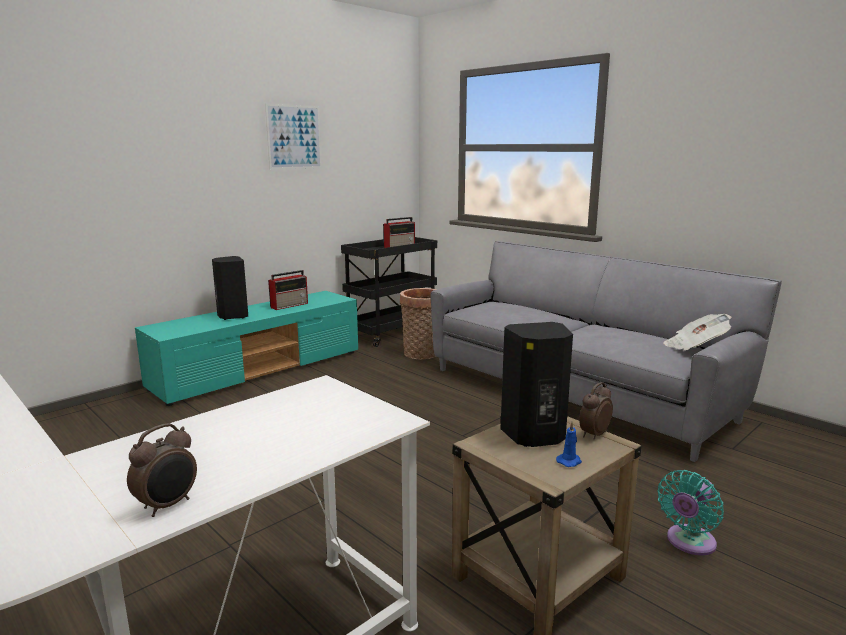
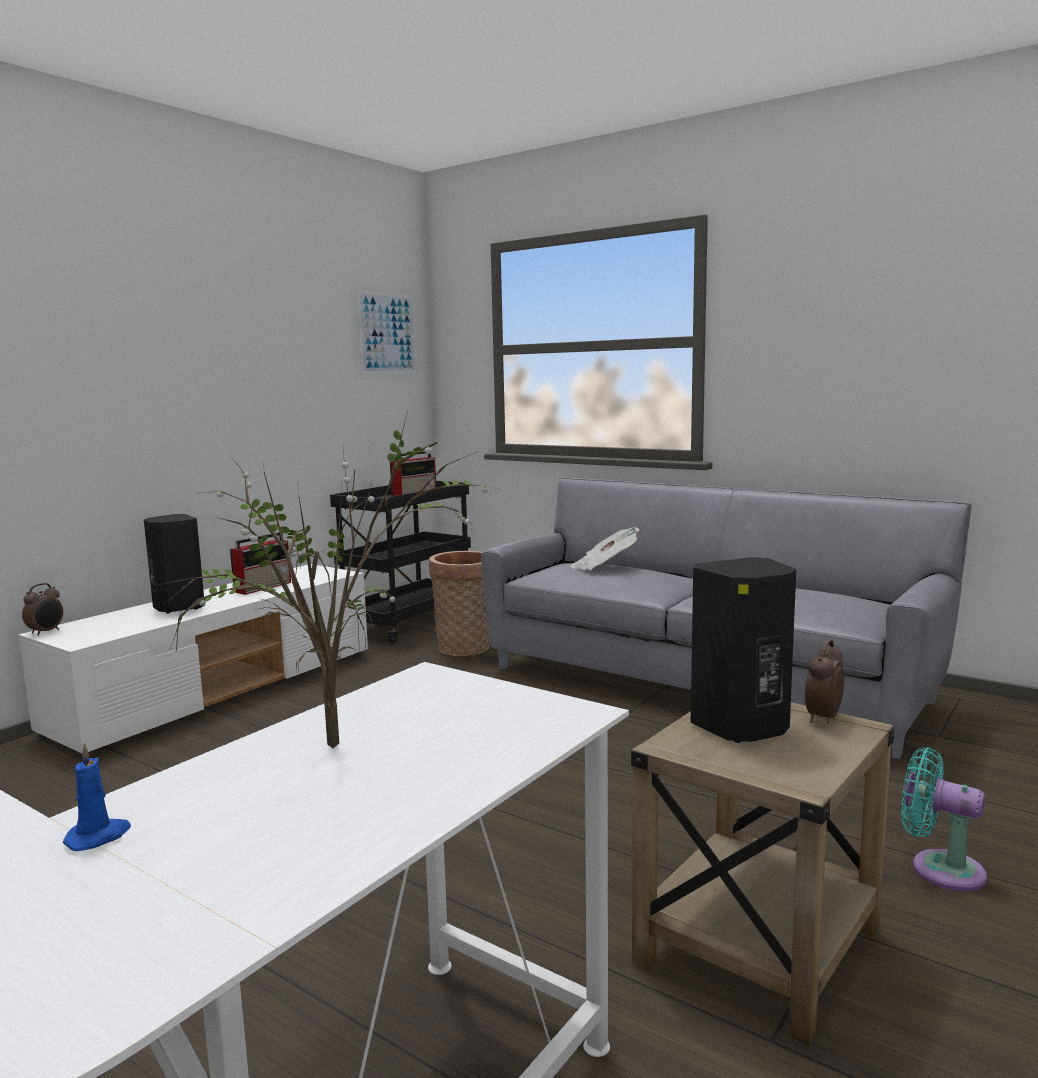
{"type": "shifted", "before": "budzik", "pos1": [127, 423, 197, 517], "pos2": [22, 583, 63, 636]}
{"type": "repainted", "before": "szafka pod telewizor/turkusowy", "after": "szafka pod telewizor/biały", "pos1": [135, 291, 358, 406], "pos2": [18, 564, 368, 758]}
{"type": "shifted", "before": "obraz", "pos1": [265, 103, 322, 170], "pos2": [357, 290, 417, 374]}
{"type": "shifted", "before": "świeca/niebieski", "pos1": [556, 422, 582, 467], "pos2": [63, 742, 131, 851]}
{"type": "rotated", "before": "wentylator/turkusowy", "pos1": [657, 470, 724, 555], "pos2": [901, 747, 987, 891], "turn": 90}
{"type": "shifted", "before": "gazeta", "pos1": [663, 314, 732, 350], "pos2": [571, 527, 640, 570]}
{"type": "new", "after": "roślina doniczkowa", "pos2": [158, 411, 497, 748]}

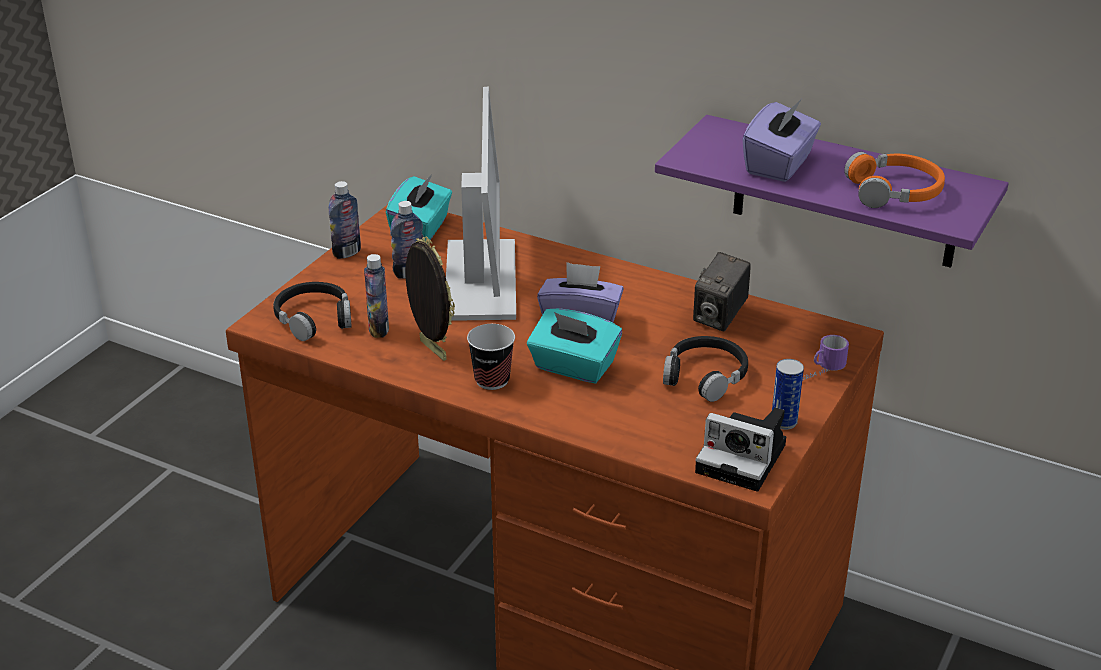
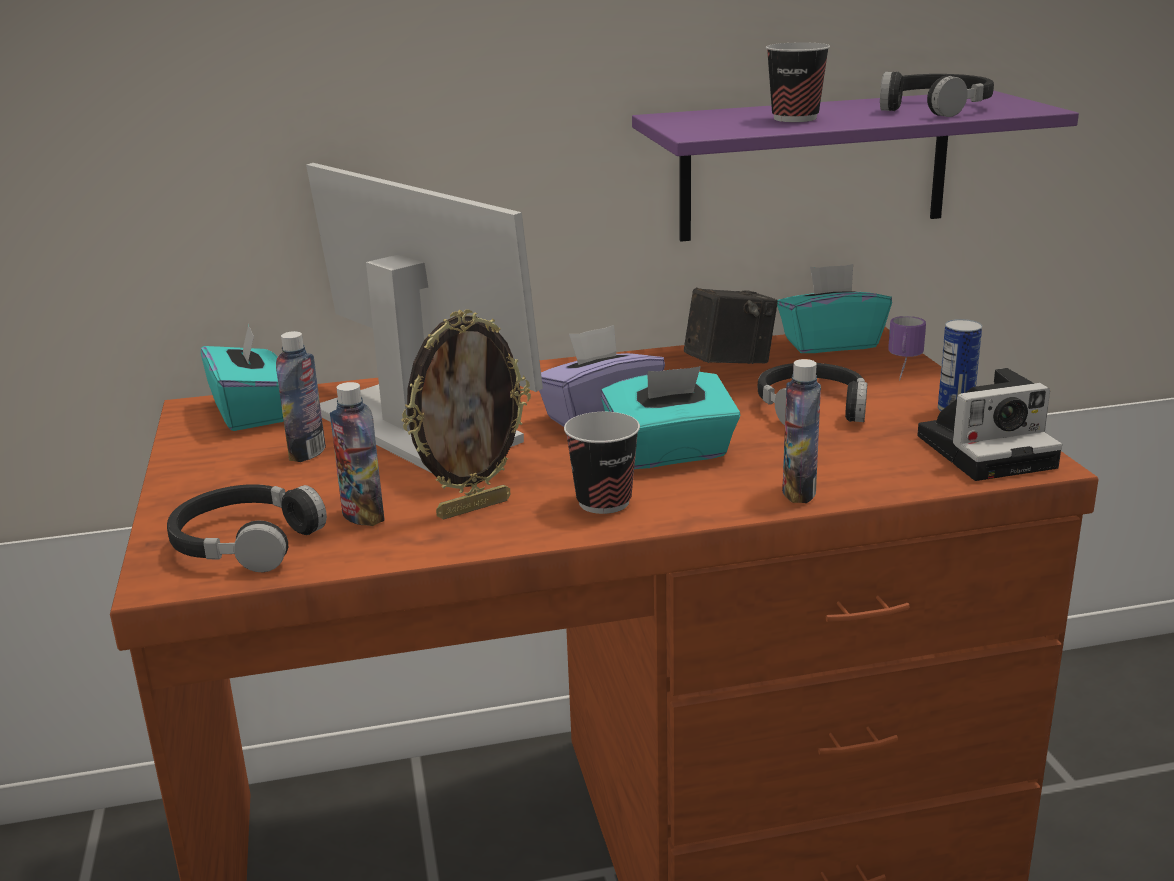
{"type": "shifted", "before": "butelka", "pos1": [329, 181, 361, 259], "pos2": [782, 359, 821, 503]}
{"type": "rotated", "before": "ramka na zdjęcie", "pos1": [406, 236, 455, 361], "pos2": [401, 309, 531, 520], "turn": 135}
{"type": "rotated", "before": "aparat fotograficzny", "pos1": [693, 252, 751, 331], "pos2": [684, 288, 778, 364], "turn": -105}
{"type": "swapped", "before": "pudełko chusteczek/fioletowy", "after": "filiżanka", "pos1": [742, 99, 821, 182], "pos2": [766, 42, 830, 122]}
{"type": "repainted", "before": "słuchawki/pomarańczowy", "after": "słuchawki/czarny", "pos1": [844, 152, 945, 208], "pos2": [880, 72, 994, 117]}
{"type": "new", "after": "pudełko chusteczek/turkusowy", "pos2": [777, 264, 892, 353]}

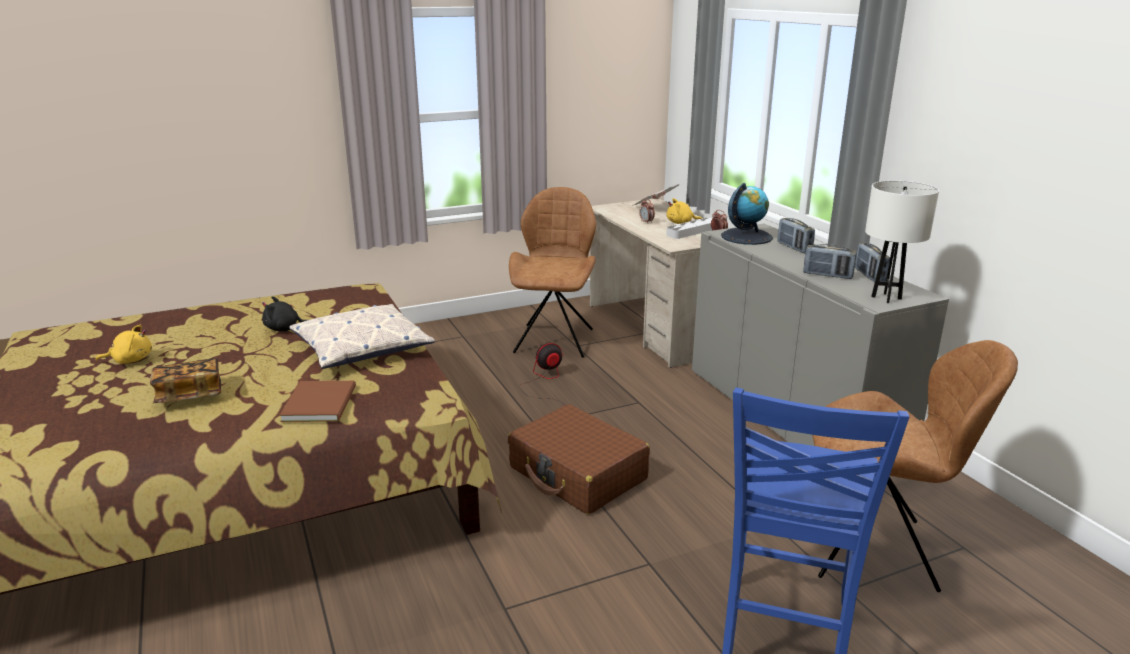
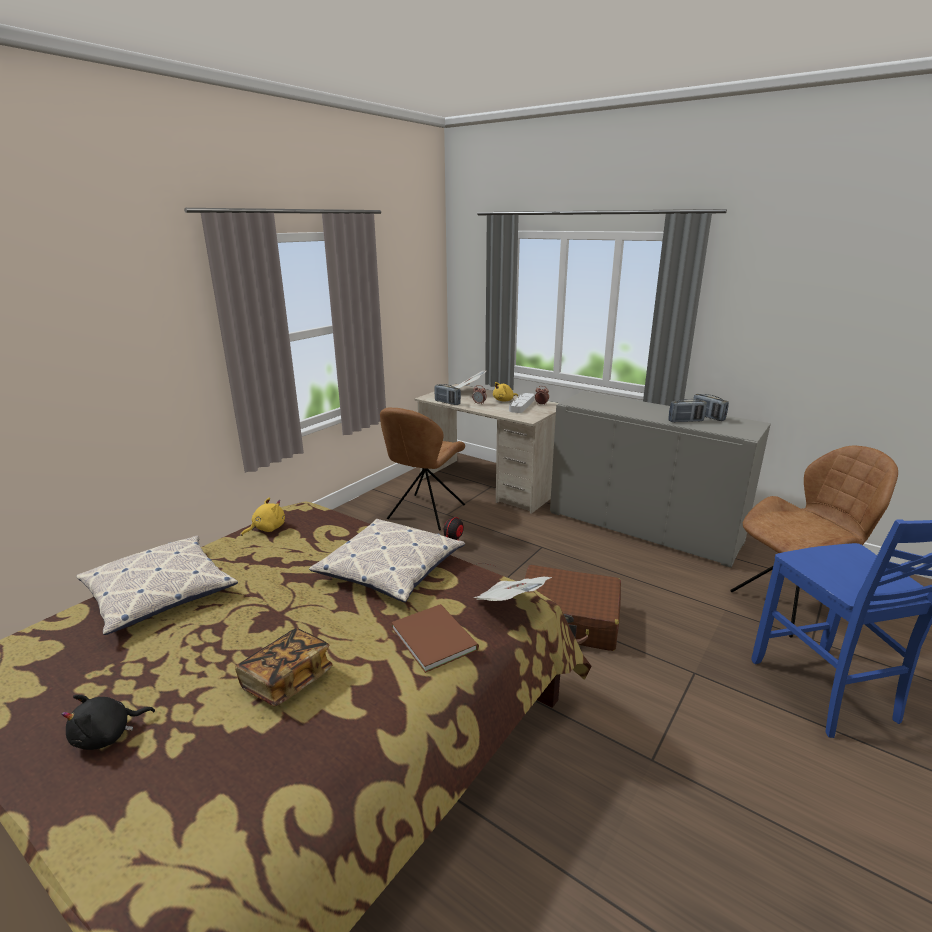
{"type": "shifted", "before": "pluszak/żółty", "pos1": [95, 325, 152, 364], "pos2": [241, 497, 285, 536]}
{"type": "shifted", "before": "pluszak/czarny", "pos1": [262, 296, 307, 331], "pos2": [61, 695, 155, 750]}
{"type": "rotated", "before": "krzesło/brązowy", "pos1": [509, 187, 596, 358], "pos2": [380, 407, 465, 531], "turn": -135}
{"type": "gone", "before": "globus", "pos1": [721, 183, 773, 245]}
{"type": "shifted", "before": "radio", "pos1": [777, 218, 815, 253], "pos2": [434, 384, 461, 405]}
{"type": "gone", "before": "lampa stołowa/biały", "pos1": [865, 180, 939, 303]}
{"type": "new", "after": "poduszka", "pos2": [76, 536, 238, 635]}
{"type": "new", "after": "gazeta", "pos2": [474, 577, 552, 601]}

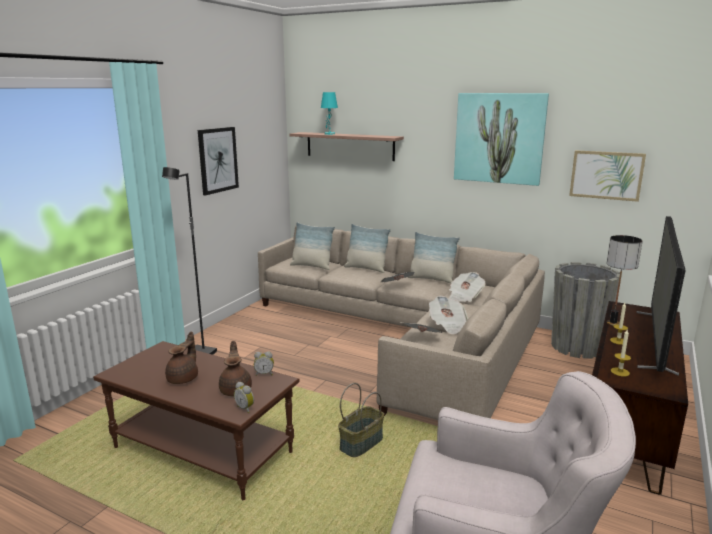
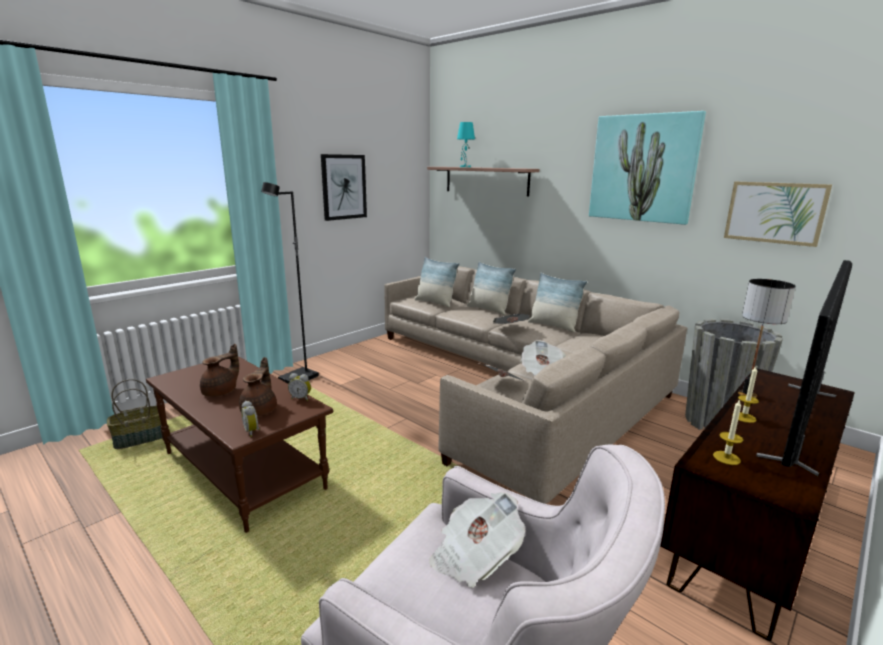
{"type": "shifted", "before": "koszyk", "pos1": [338, 383, 384, 457], "pos2": [107, 379, 162, 449]}
{"type": "shifted", "before": "gazeta", "pos1": [449, 272, 486, 302], "pos2": [429, 492, 525, 588]}

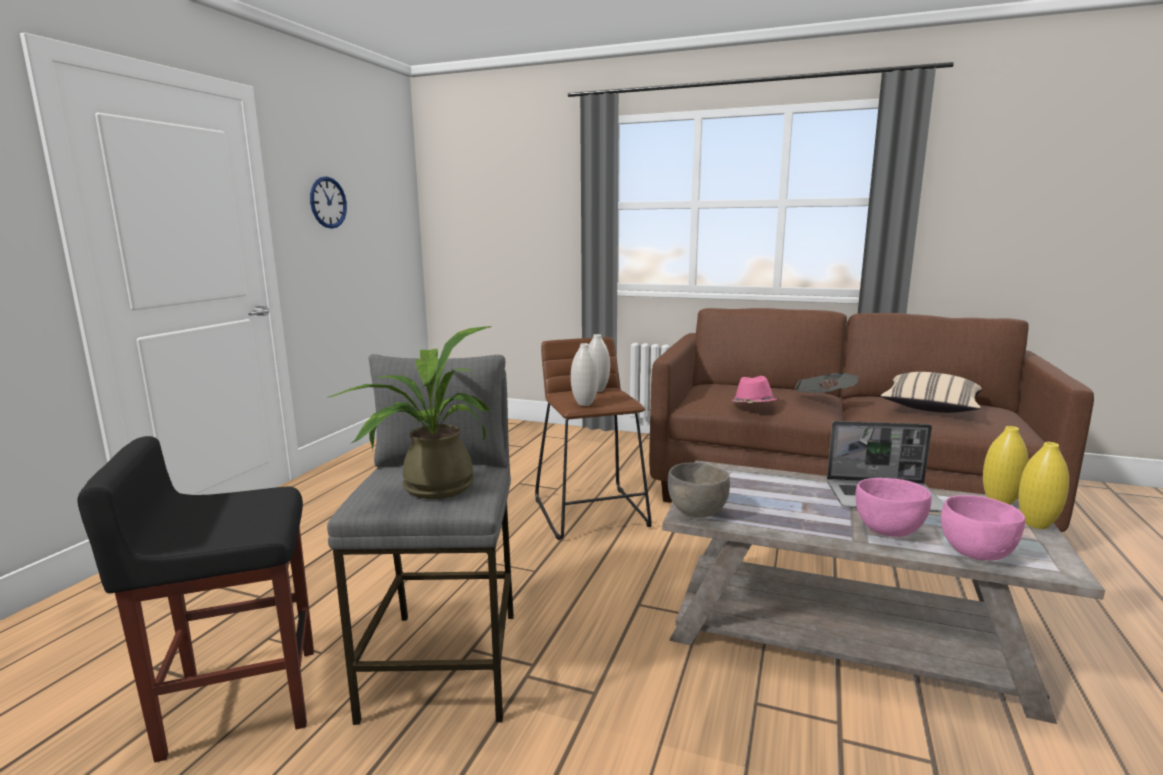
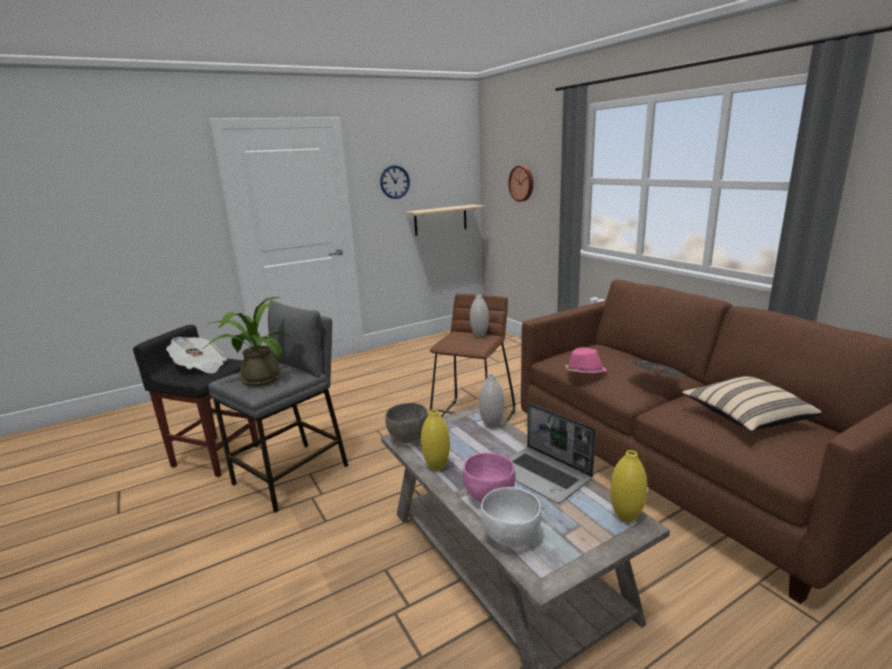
{"type": "shifted", "before": "wazon/biały", "pos1": [571, 343, 599, 406], "pos2": [479, 374, 504, 428]}
{"type": "repainted", "before": "miska/różowy", "after": "miska/biały", "pos1": [941, 495, 1025, 561], "pos2": [480, 487, 542, 548]}
{"type": "shifted", "before": "wazon/żółty", "pos1": [1018, 442, 1069, 529], "pos2": [421, 409, 450, 471]}
{"type": "new", "after": "gazeta", "pos2": [166, 337, 227, 373]}
{"type": "new", "after": "półka/beżowy", "pos2": [406, 204, 485, 236]}
{"type": "new", "after": "zegar ścienny", "pos2": [508, 166, 533, 202]}

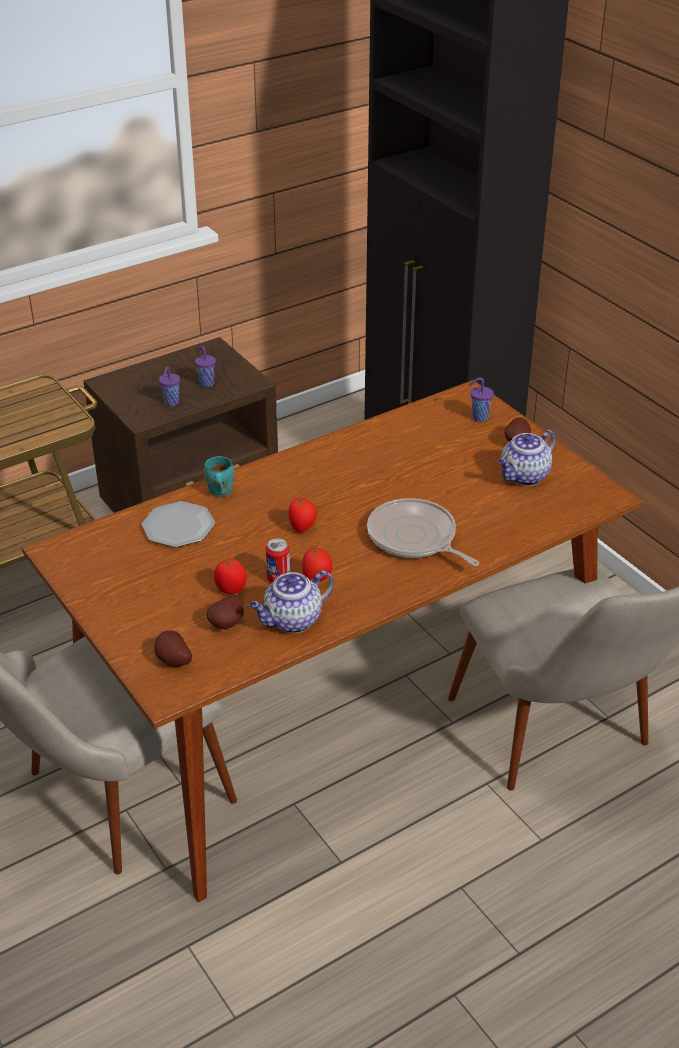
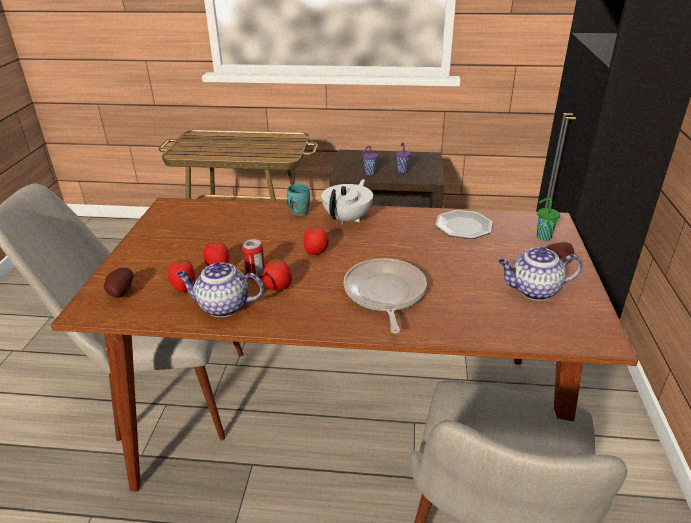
{"type": "shifted", "before": "talerz", "pos1": [141, 501, 215, 547], "pos2": [435, 210, 493, 239]}
{"type": "swapped", "before": "ziemniak", "after": "pomidor", "pos1": [207, 595, 244, 629], "pos2": [168, 259, 196, 292]}
{"type": "repainted", "before": "filiżanka/fioletowy", "after": "filiżanka/zielony", "pos1": [469, 378, 494, 422], "pos2": [537, 198, 560, 241]}
{"type": "new", "after": "imbryk/biały", "pos2": [321, 179, 373, 225]}

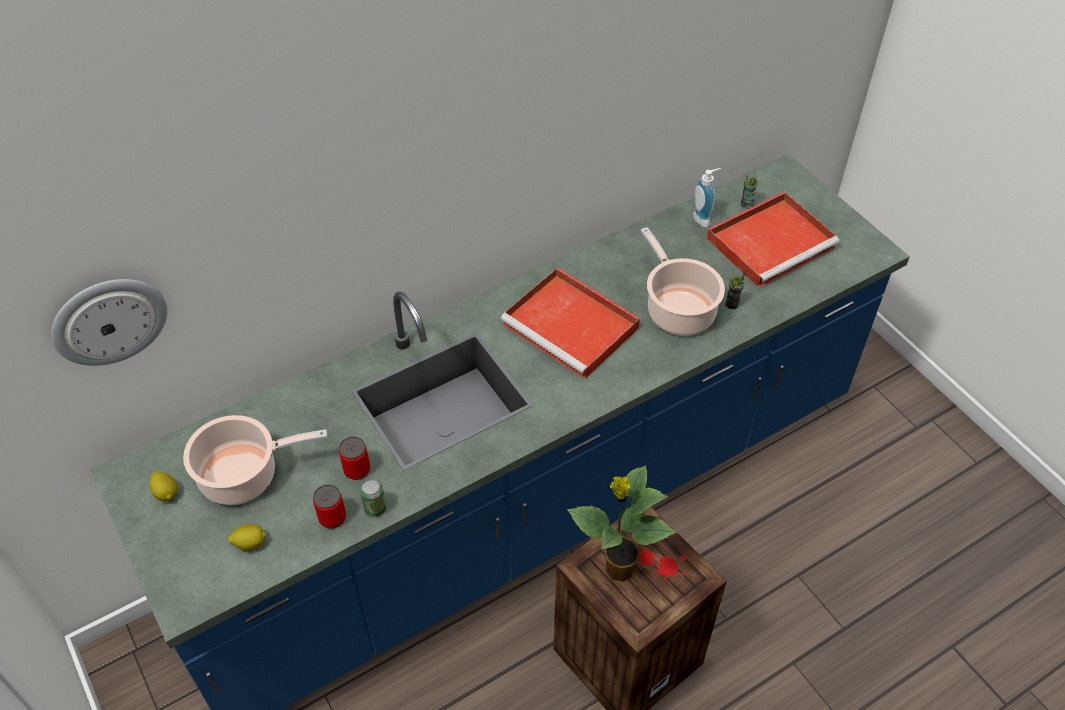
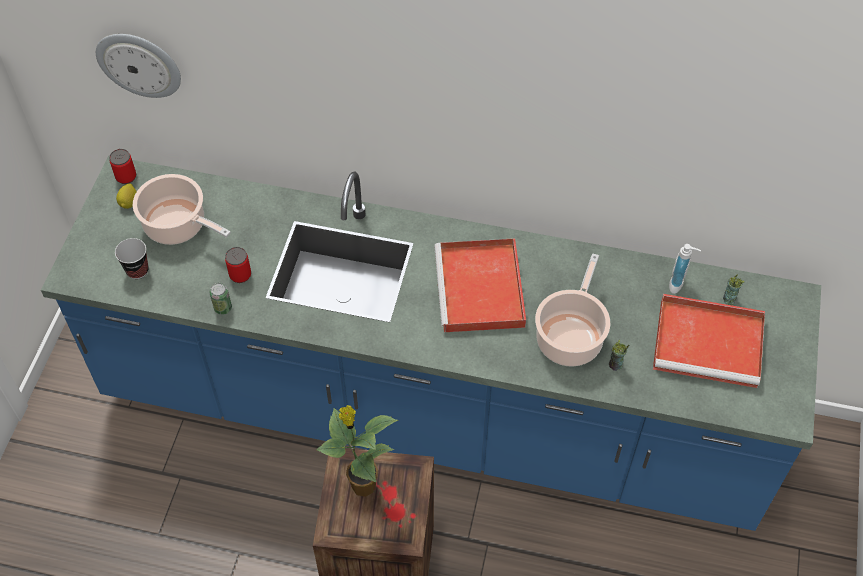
{"type": "swapped", "before": "cytryna", "after": "filiżanka", "pos1": [228, 524, 267, 551], "pos2": [115, 238, 149, 279]}
{"type": "shifted", "before": "puszka", "pos1": [313, 485, 346, 529], "pos2": [109, 149, 136, 184]}

